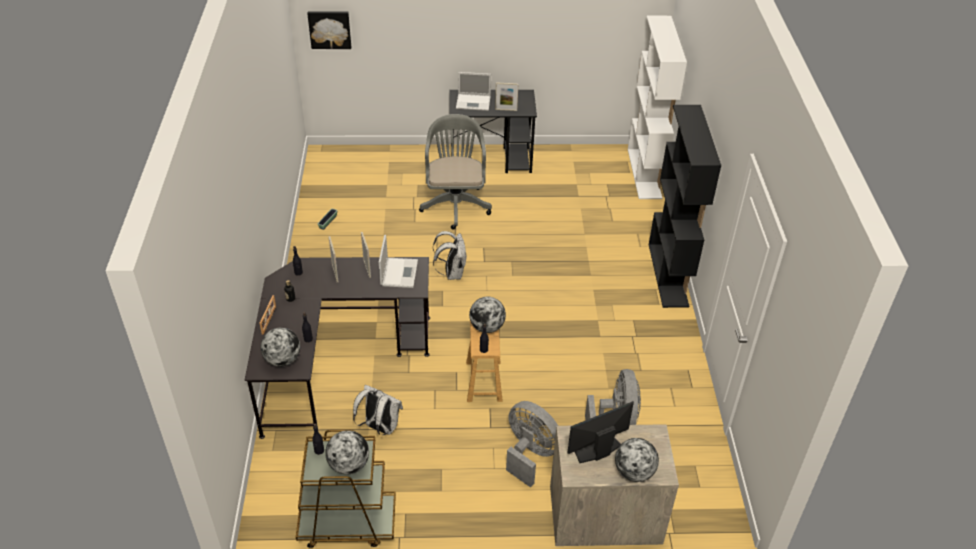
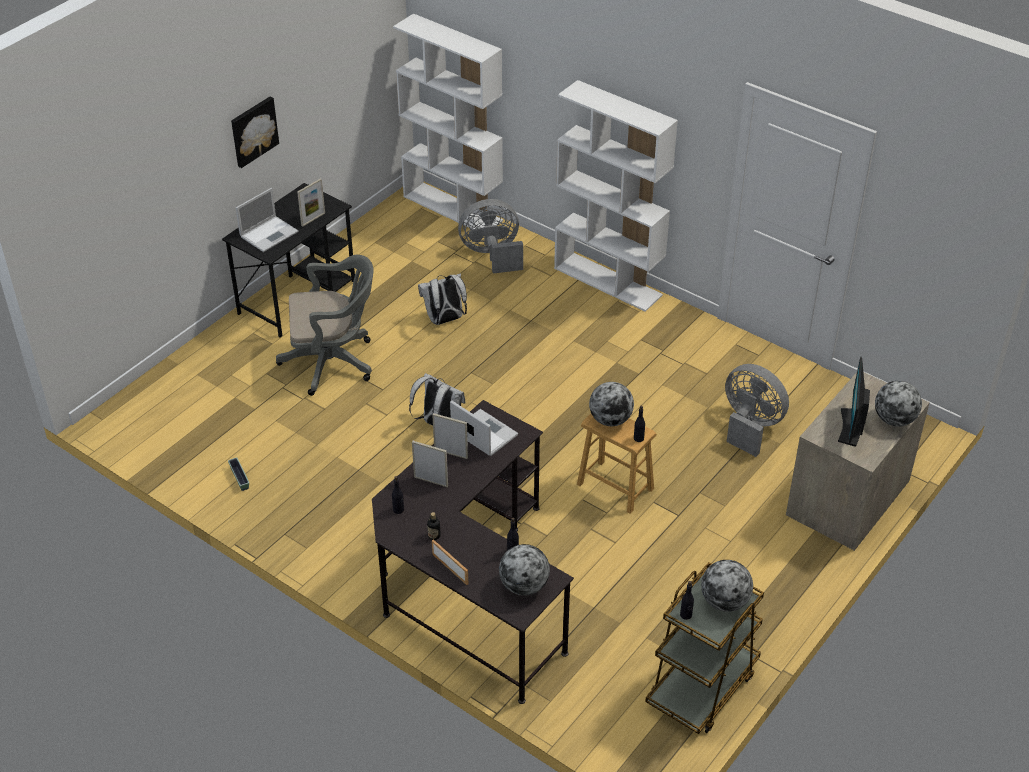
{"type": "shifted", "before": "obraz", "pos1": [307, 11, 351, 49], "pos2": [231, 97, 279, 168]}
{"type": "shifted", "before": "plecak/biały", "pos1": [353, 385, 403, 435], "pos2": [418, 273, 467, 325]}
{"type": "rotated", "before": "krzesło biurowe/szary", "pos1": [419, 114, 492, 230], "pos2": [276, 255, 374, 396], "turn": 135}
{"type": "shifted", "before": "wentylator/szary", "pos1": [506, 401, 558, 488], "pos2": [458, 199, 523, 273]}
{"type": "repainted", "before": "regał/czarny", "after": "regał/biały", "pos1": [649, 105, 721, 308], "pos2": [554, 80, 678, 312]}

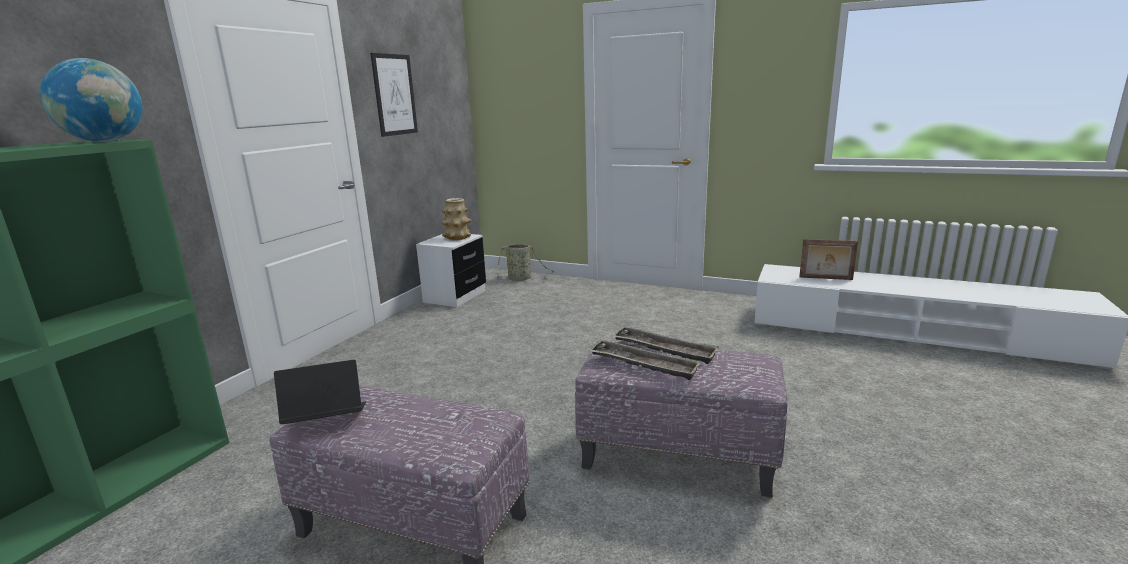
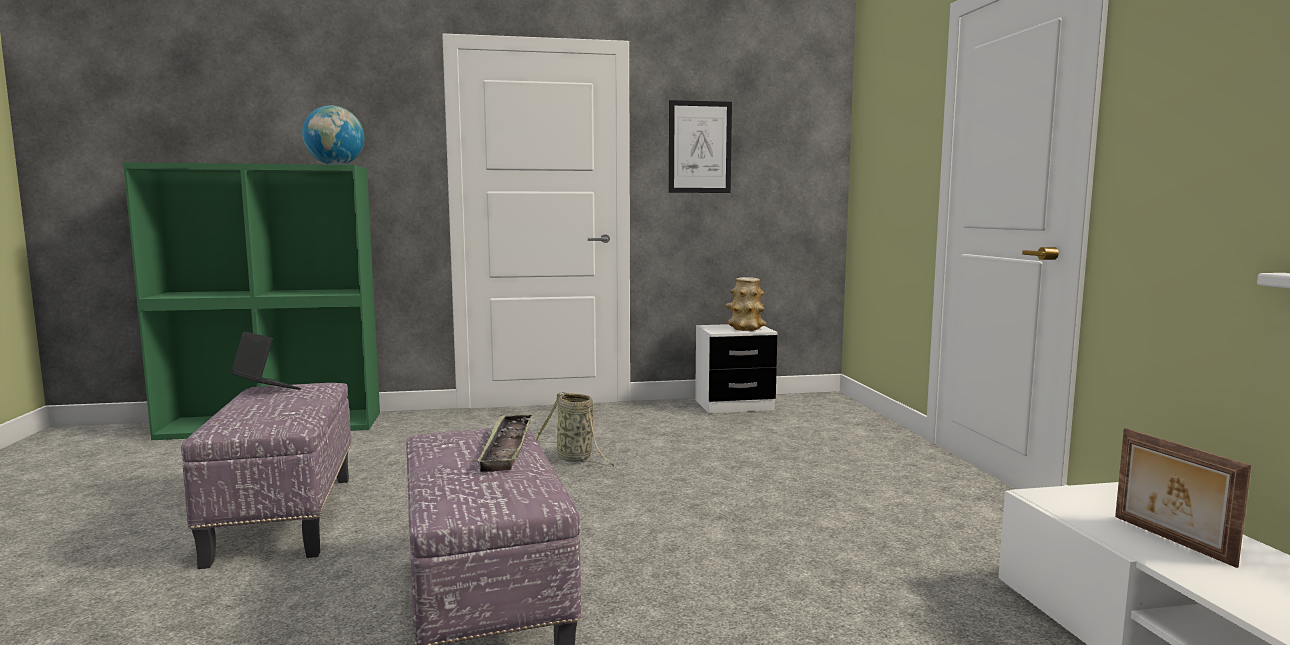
{"type": "shifted", "before": "koszyk", "pos1": [495, 244, 554, 281], "pos2": [536, 392, 614, 467]}
{"type": "gone", "before": "taca", "pos1": [589, 340, 701, 380]}

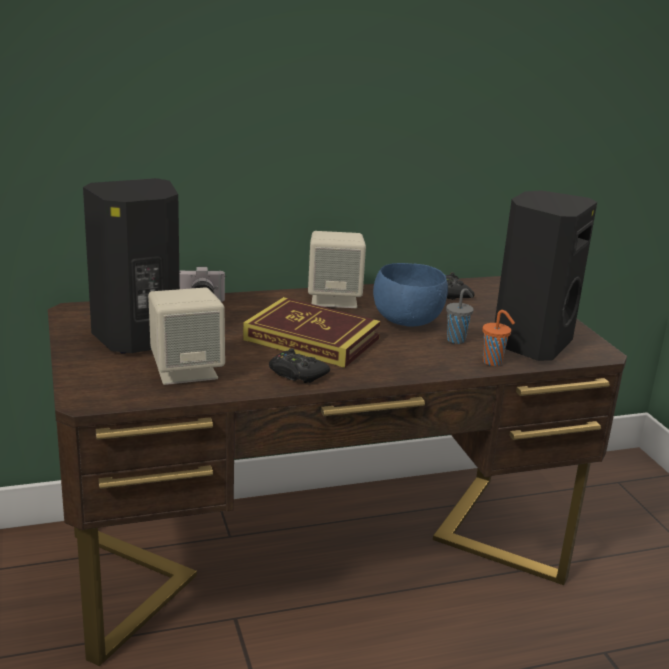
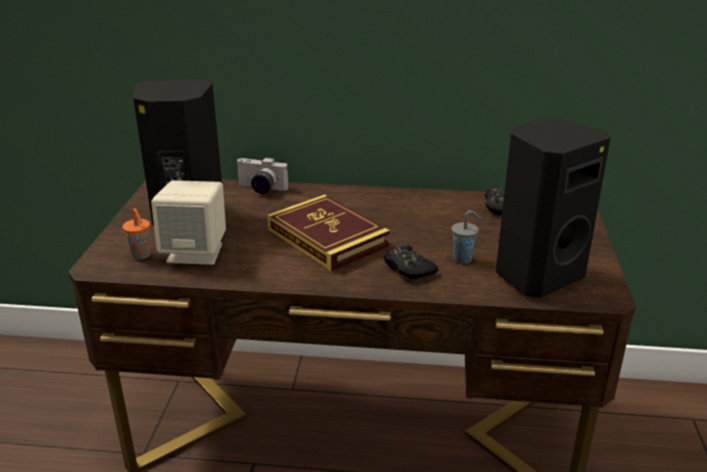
{"type": "shifted", "before": "pad do gier/czarny", "pos1": [269, 348, 330, 383], "pos2": [384, 244, 438, 279]}
{"type": "gone", "before": "głośnik/beżowy", "pos1": [308, 231, 366, 308]}
{"type": "gone", "before": "miska/niebieski", "pos1": [373, 263, 448, 327]}
{"type": "shifted", "before": "filiżanka/pomarańczowy", "pos1": [483, 310, 515, 366], "pos2": [122, 208, 151, 260]}

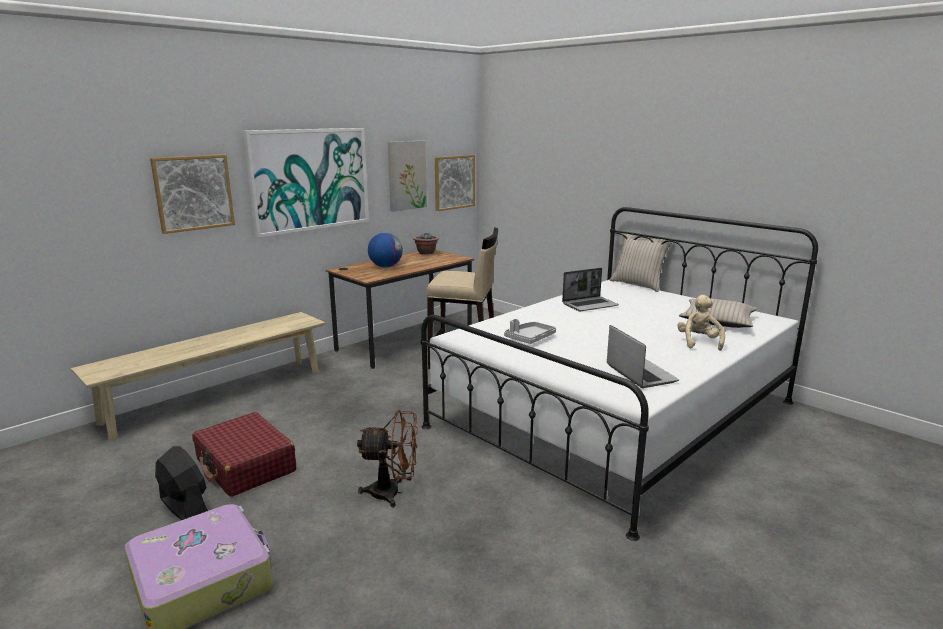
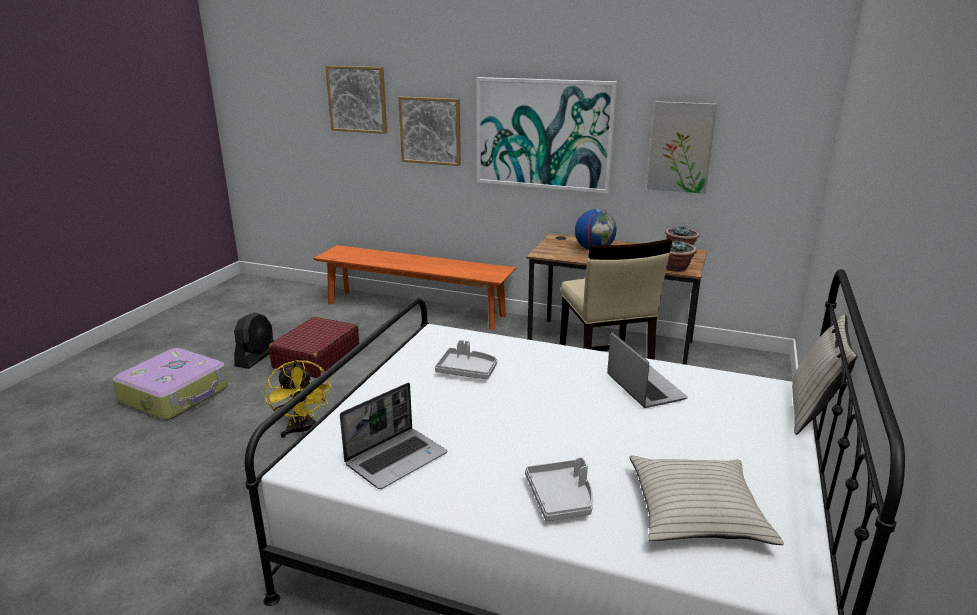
{"type": "repainted", "before": "ławka/beżowy", "after": "ławka/pomarańczowy", "pos1": [71, 312, 325, 440], "pos2": [313, 245, 516, 330]}
{"type": "repainted", "before": "wentylator/brązowy", "after": "wentylator/żółty", "pos1": [357, 410, 418, 507], "pos2": [265, 360, 331, 438]}
{"type": "shifted", "before": "obraz", "pos1": [435, 155, 475, 211], "pos2": [325, 66, 387, 134]}
{"type": "rotated", "before": "laptop", "pos1": [562, 268, 619, 311], "pos2": [607, 332, 688, 408], "turn": -150}
{"type": "swapped", "before": "pluszak/beżowy", "after": "taca/szary", "pos1": [677, 295, 725, 351], "pos2": [525, 457, 593, 521]}
{"type": "new", "after": "roślina doniczkowa", "pos2": [666, 240, 697, 272]}

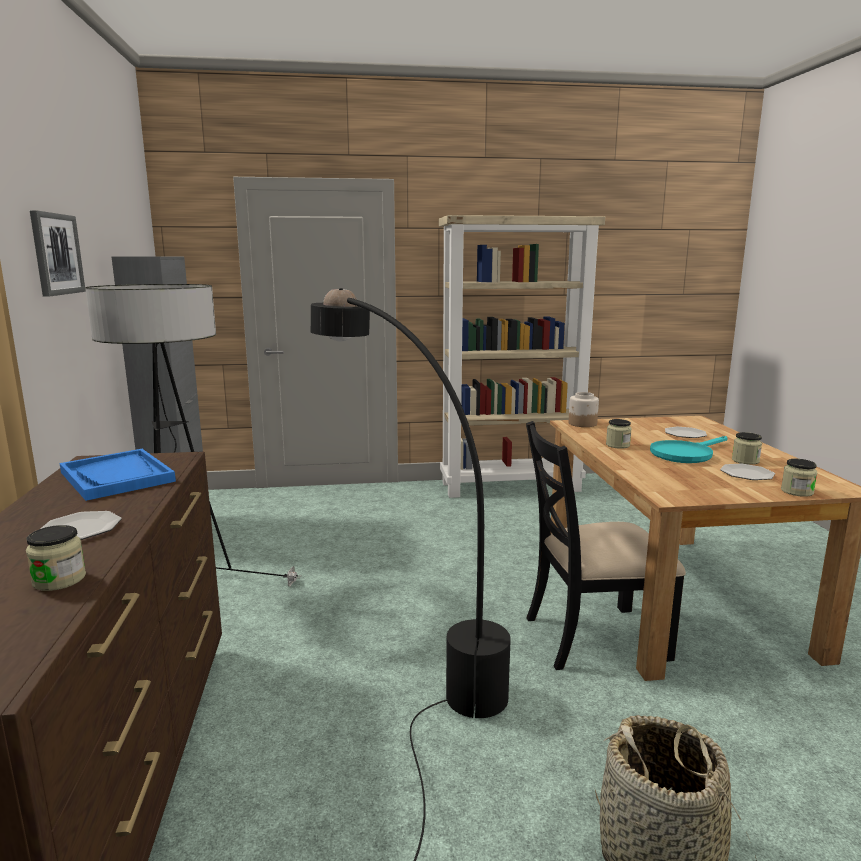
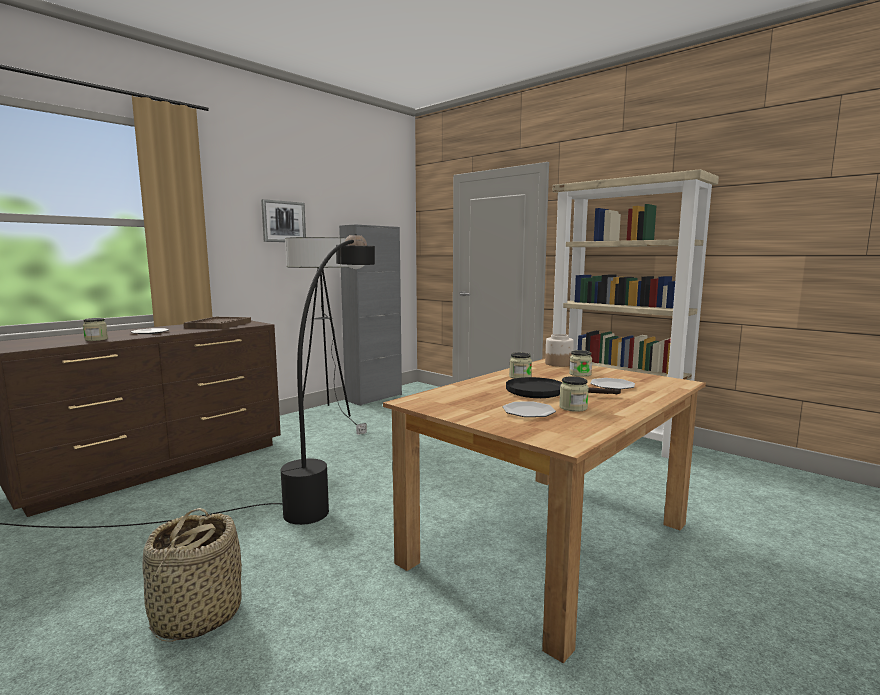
{"type": "repainted", "before": "taca/niebieski", "after": "taca/brązowy", "pos1": [60, 449, 176, 501], "pos2": [184, 317, 251, 329]}
{"type": "gone", "before": "krzesło/czarny", "pos1": [526, 421, 686, 670]}
{"type": "repainted", "before": "patelnia/turkusowy", "after": "patelnia/czarny", "pos1": [650, 436, 728, 463], "pos2": [506, 377, 621, 398]}
{"type": "shifted", "before": "słoik", "pos1": [781, 459, 817, 497], "pos2": [569, 350, 592, 377]}

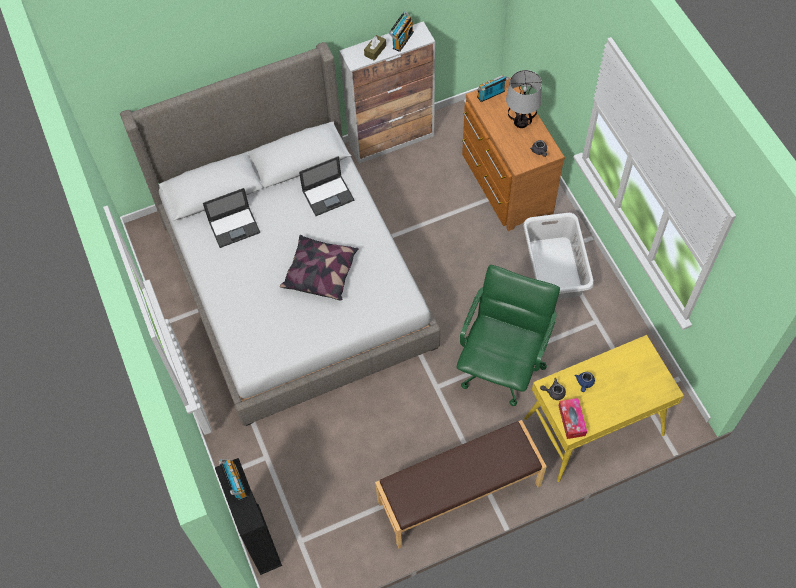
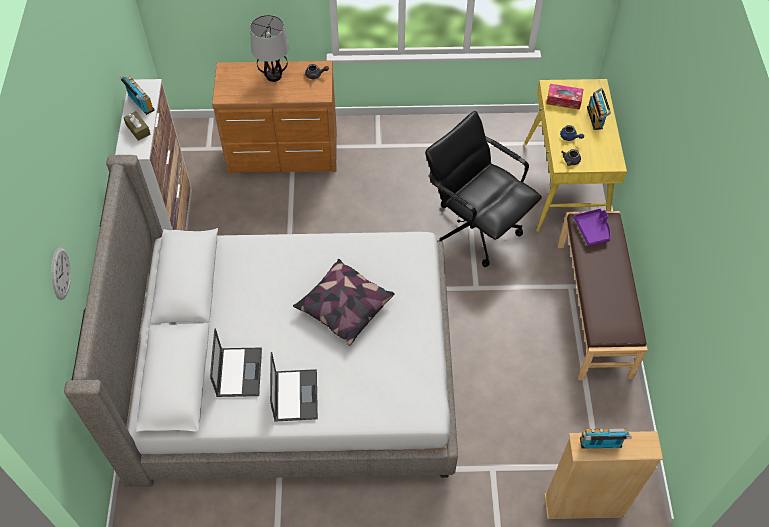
{"type": "repainted", "before": "regał/czarny", "after": "regał/beżowy", "pos1": [215, 458, 282, 575], "pos2": [544, 431, 663, 519]}
{"type": "shifted", "before": "laptop", "pos1": [299, 156, 354, 216], "pos2": [270, 352, 318, 422]}
{"type": "repainted", "before": "krzesło biurowe/zielony", "after": "krzesło biurowe/czarny", "pos1": [457, 265, 560, 406], "pos2": [425, 111, 542, 267]}
{"type": "shifted", "before": "radio", "pos1": [477, 75, 509, 102], "pos2": [587, 88, 611, 130]}
{"type": "gone", "before": "kosz na pranie/biały", "pos1": [523, 213, 594, 299]}
{"type": "shifted", "before": "pudełko chusteczek", "pos1": [559, 398, 587, 439], "pos2": [546, 84, 583, 110]}
{"type": "new", "after": "zegar ścienny", "pos2": [51, 247, 71, 300]}
{"type": "new", "after": "taca/fioletowy", "pos2": [574, 209, 611, 246]}

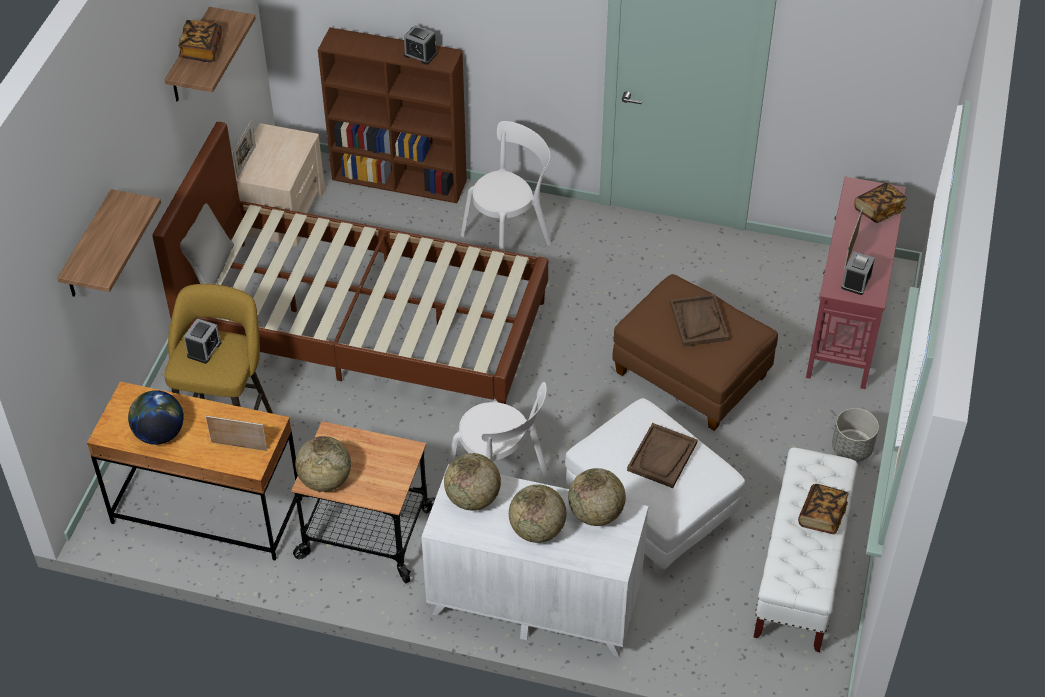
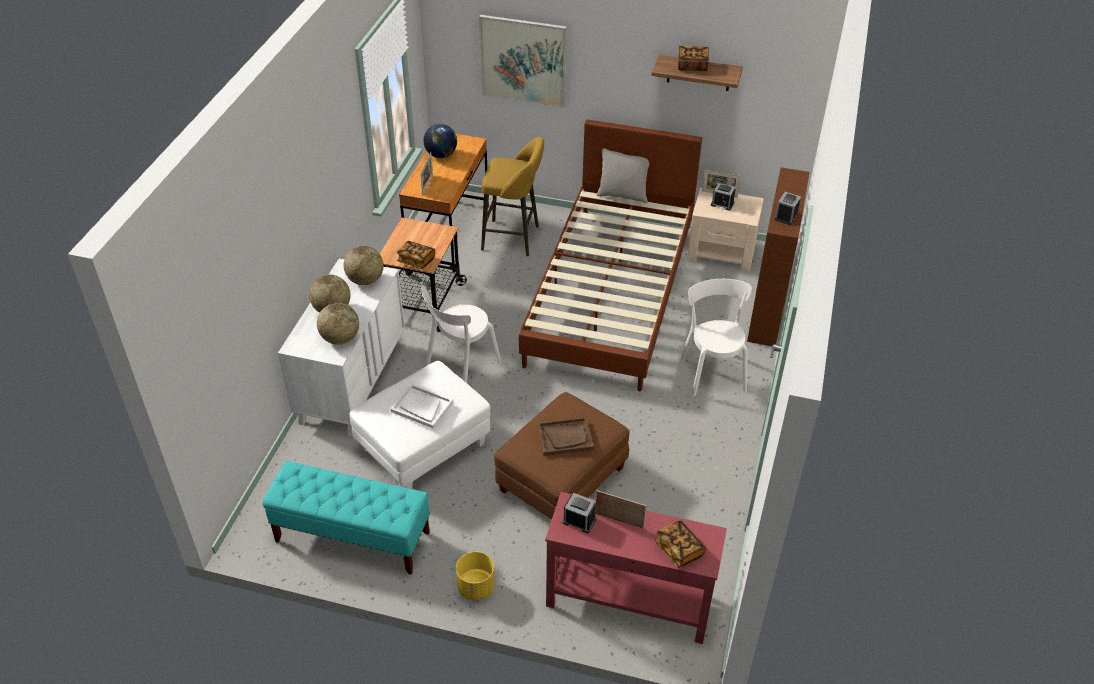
{"type": "swapped", "before": "półka", "after": "obraz", "pos1": [57, 189, 161, 297], "pos2": [479, 15, 567, 108]}
{"type": "shifted", "before": "budzik", "pos1": [184, 318, 221, 364], "pos2": [711, 183, 736, 211]}
{"type": "gone", "before": "globus", "pos1": [295, 436, 351, 492]}
{"type": "rotated", "before": "krzesło/biały", "pos1": [461, 121, 552, 251], "pos2": [680, 279, 752, 396], "turn": -150}
{"type": "repainted", "before": "taca/brązowy", "after": "taca/biały", "pos1": [627, 423, 697, 488], "pos2": [391, 384, 453, 429]}
{"type": "repainted", "before": "ławka/biały", "after": "ławka/turkusowy", "pos1": [754, 448, 858, 652], "pos2": [262, 461, 430, 574]}
{"type": "shifted", "before": "książka", "pos1": [798, 484, 848, 534], "pos2": [397, 241, 435, 269]}
{"type": "repainted", "before": "donica/szary", "after": "donica/żółty", "pos1": [832, 408, 879, 462], "pos2": [456, 552, 495, 600]}

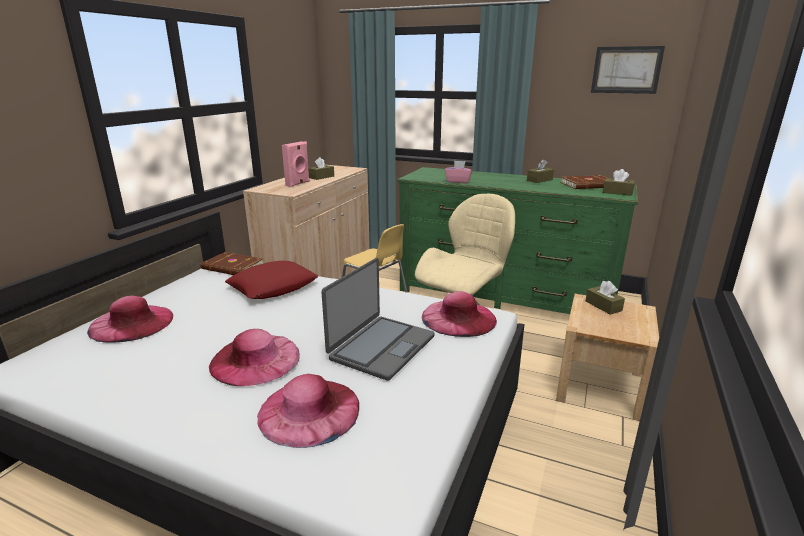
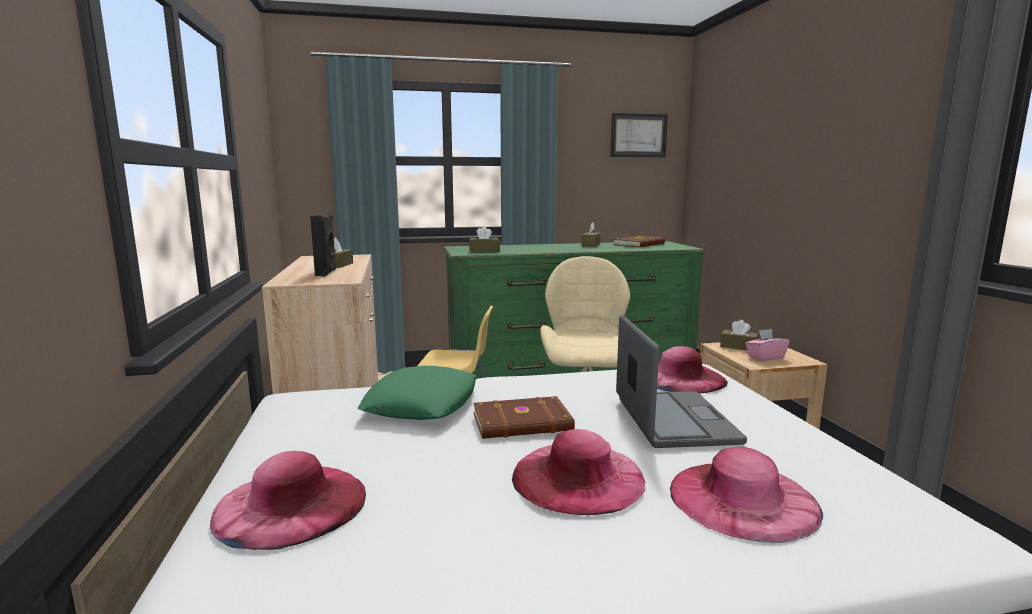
{"type": "shifted", "before": "książka/brązowy", "pos1": [200, 252, 263, 275], "pos2": [473, 396, 575, 439]}
{"type": "repainted", "before": "poduszka/czerwony", "after": "poduszka/zielony", "pos1": [225, 261, 318, 299], "pos2": [358, 366, 477, 420]}
{"type": "repainted", "before": "głośnik/różowy", "after": "głośnik/czarny", "pos1": [282, 141, 310, 187], "pos2": [310, 213, 336, 277]}
{"type": "shifted", "before": "pudełko chusteczek/różowy", "pos1": [445, 161, 473, 183], "pos2": [745, 329, 790, 361]}
{"type": "shifted", "before": "pudełko chusteczek/brązowy", "pos1": [603, 169, 635, 196], "pos2": [469, 226, 500, 253]}

